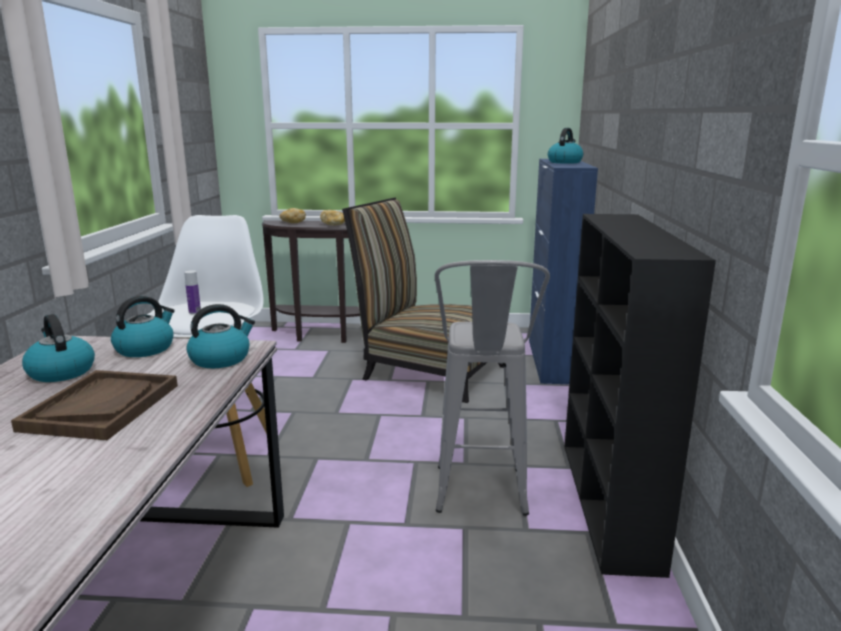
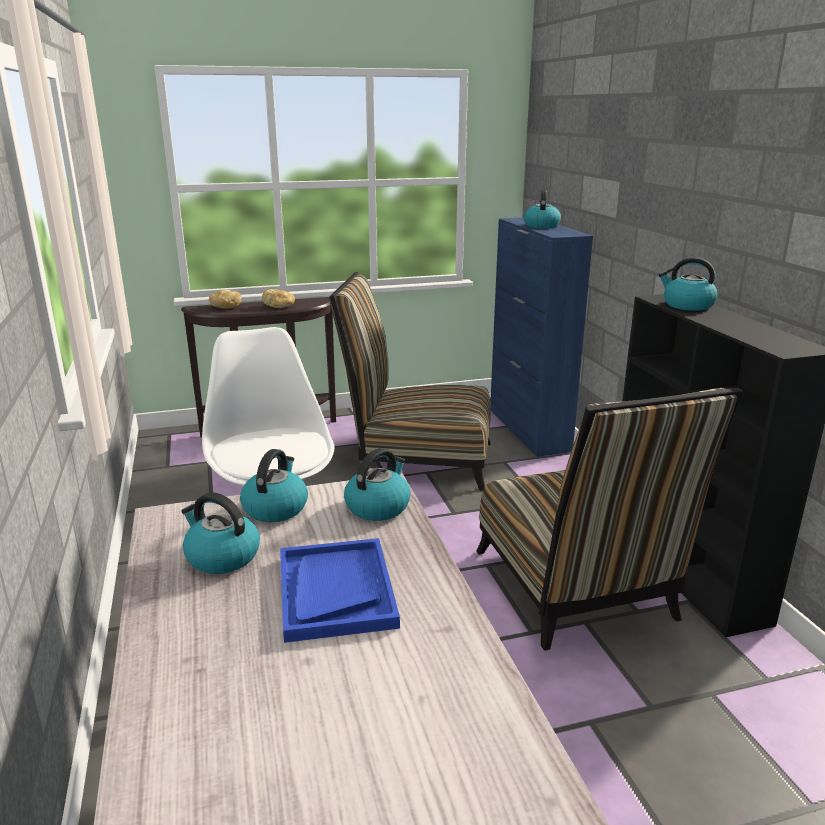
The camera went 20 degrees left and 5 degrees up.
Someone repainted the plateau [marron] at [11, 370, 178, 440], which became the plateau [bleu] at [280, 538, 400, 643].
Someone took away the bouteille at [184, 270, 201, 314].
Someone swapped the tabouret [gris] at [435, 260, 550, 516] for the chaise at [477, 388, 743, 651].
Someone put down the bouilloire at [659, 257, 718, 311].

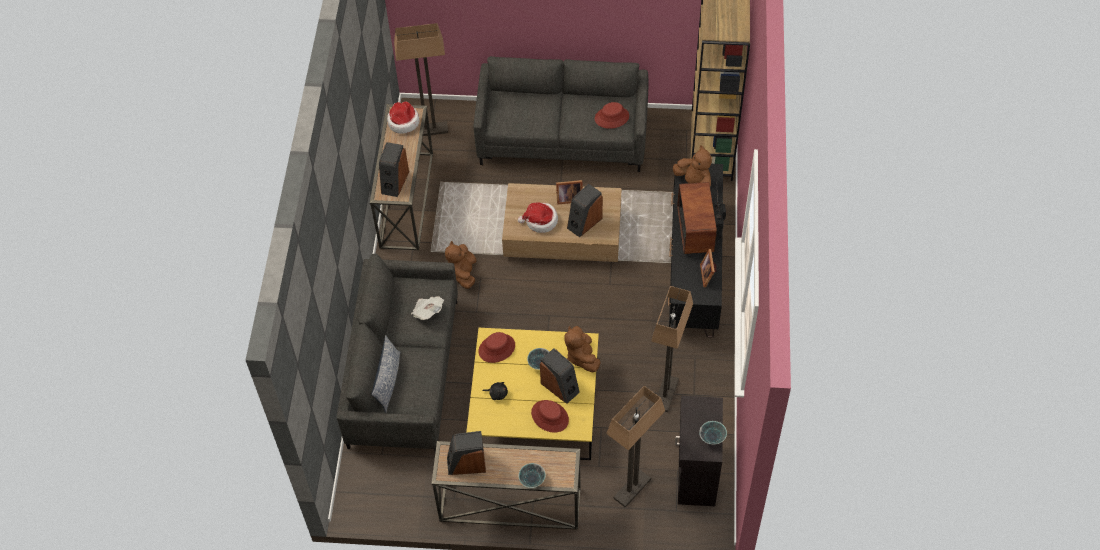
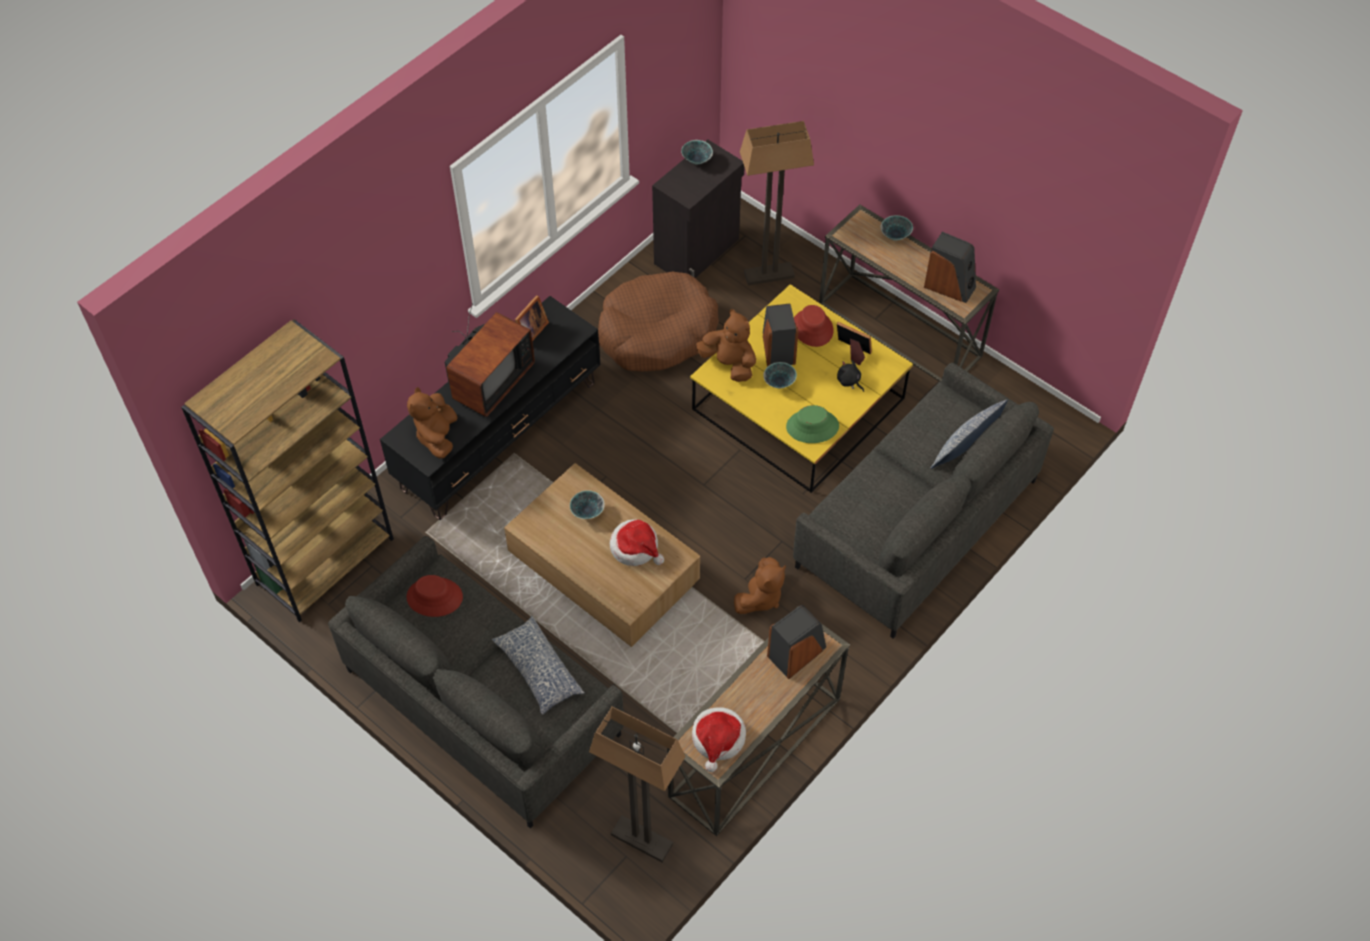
The camera went 145 degrees left and 0 degrees up.
Someone took away the journal at [411, 296, 444, 320].
Someone repainted the chapeau [rouge] at [478, 332, 515, 363], which became the chapeau [vert] at [786, 405, 839, 443].
Someone carried the cadre photo from [556, 180, 583, 205] to [837, 322, 872, 365].
Someone rotated the peluche [marron] at [565, 326, 601, 372] by 75 degrees counterclockwise.
Someone swapped the enceinte at [567, 183, 603, 238] for the bol at [570, 490, 605, 519].
Someone swapped the lampadaire at [651, 286, 693, 412] for the panier pour chien [marron] at [598, 272, 719, 372].
Someone put down the coussin at [492, 616, 585, 715].

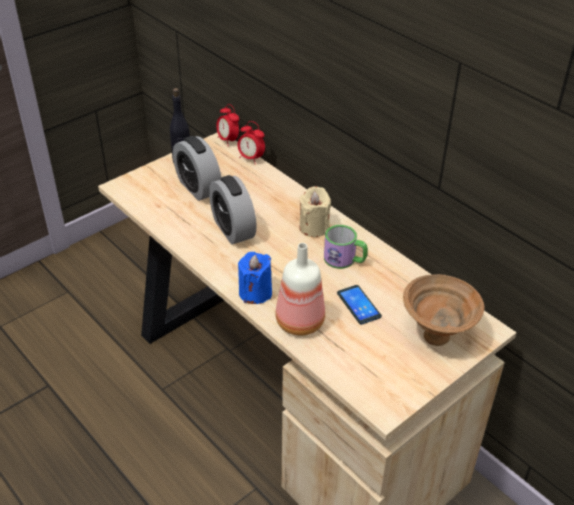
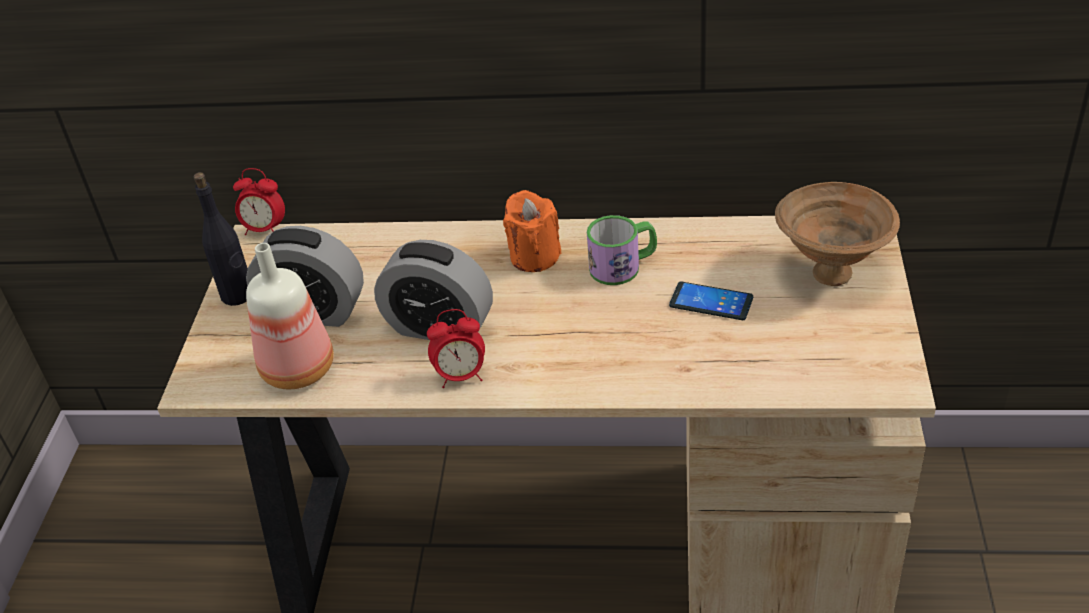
The camera went 40 degrees left and 0 degrees up.
Someone carried the réveil from [238, 121, 265, 164] to [427, 309, 485, 388].
Someone took away the bougie [bleu] at [238, 252, 272, 304].
Someone carried the bouteille from [276, 243, 325, 335] to [246, 243, 334, 389].
Someone repainted the bougie [beige] at [299, 186, 331, 237], which became the bougie [orange] at [503, 190, 561, 272].

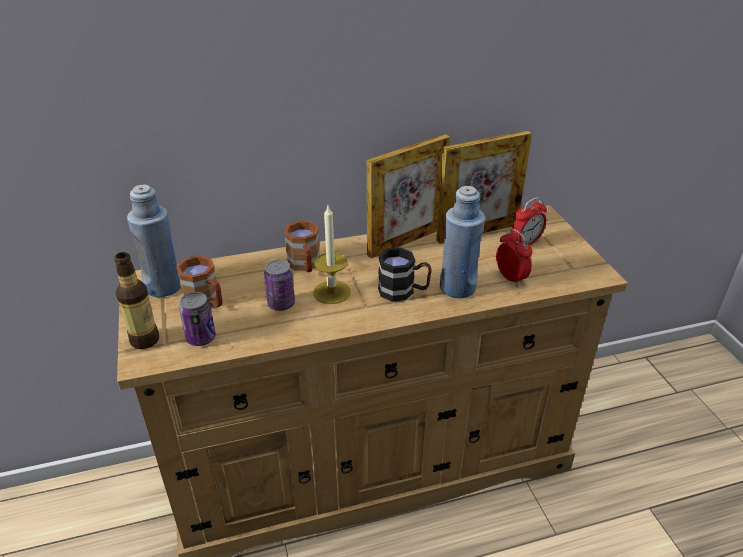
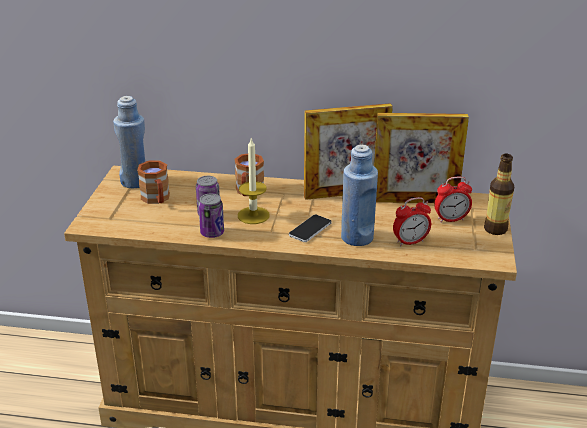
The camera went 25 degrees right and 5 degrees down.
Someone carried the bouteille from [114, 252, 159, 349] to [484, 154, 514, 235].
Someone carried the boîte métallique from [179, 292, 216, 346] to [198, 194, 224, 238].
Someone swapped the mug [noir] at [378, 247, 432, 302] for the téléphone at [289, 214, 332, 242].
Someone rotated the réveil at [496, 229, 532, 286] by 75 degrees clockwise.

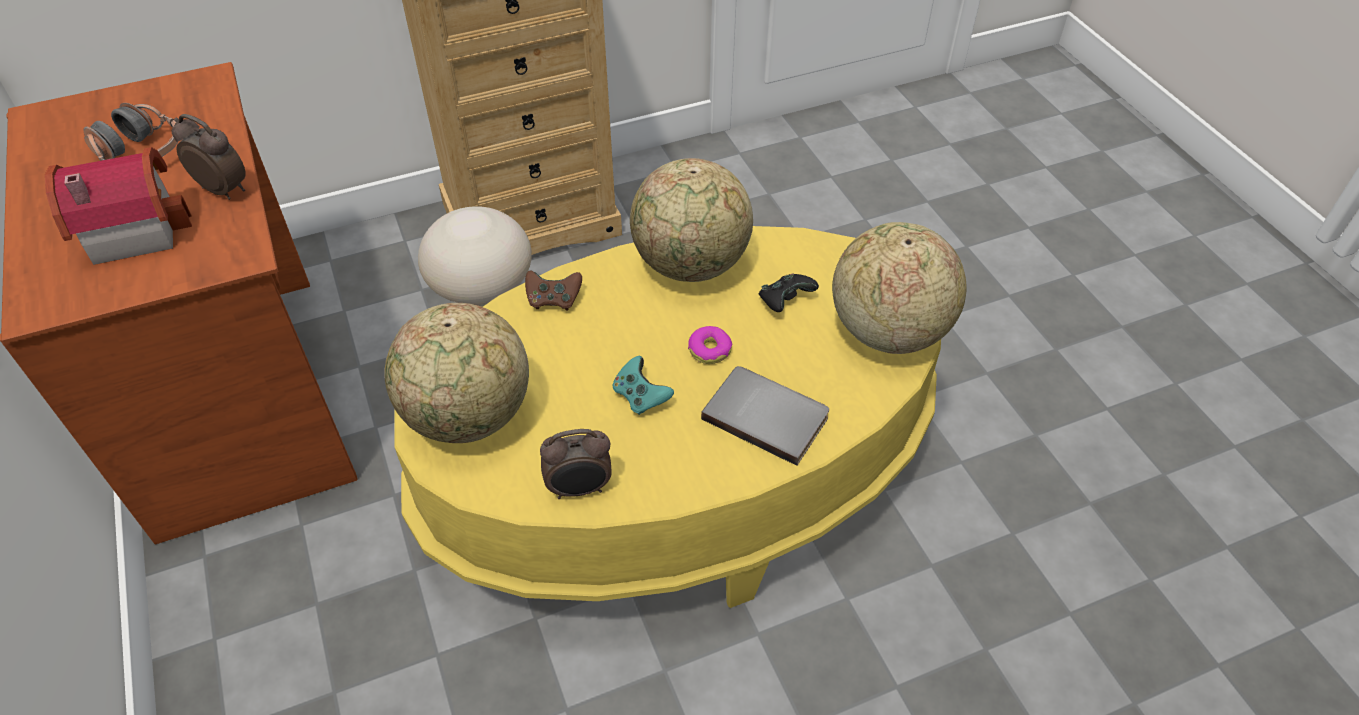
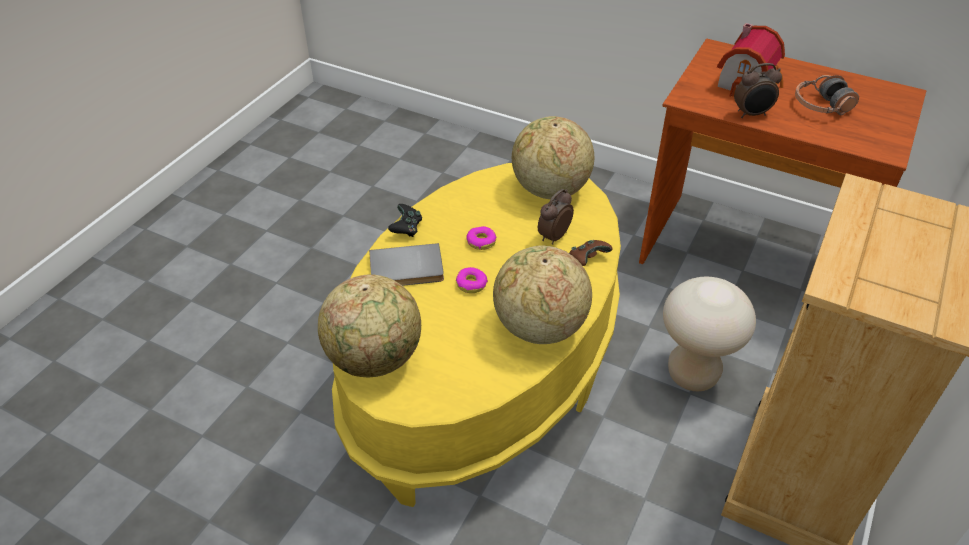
The camera went 140 degrees right and 5 degrees down.
Someone carried the réveil from [540, 429, 611, 499] to [538, 189, 574, 245].
Someone swapped the manette [turquoise] at [612, 356, 674, 415] for the beignet at [466, 226, 496, 250].
Someone carried the manette [noir] from [759, 273, 819, 312] to [388, 204, 422, 237].

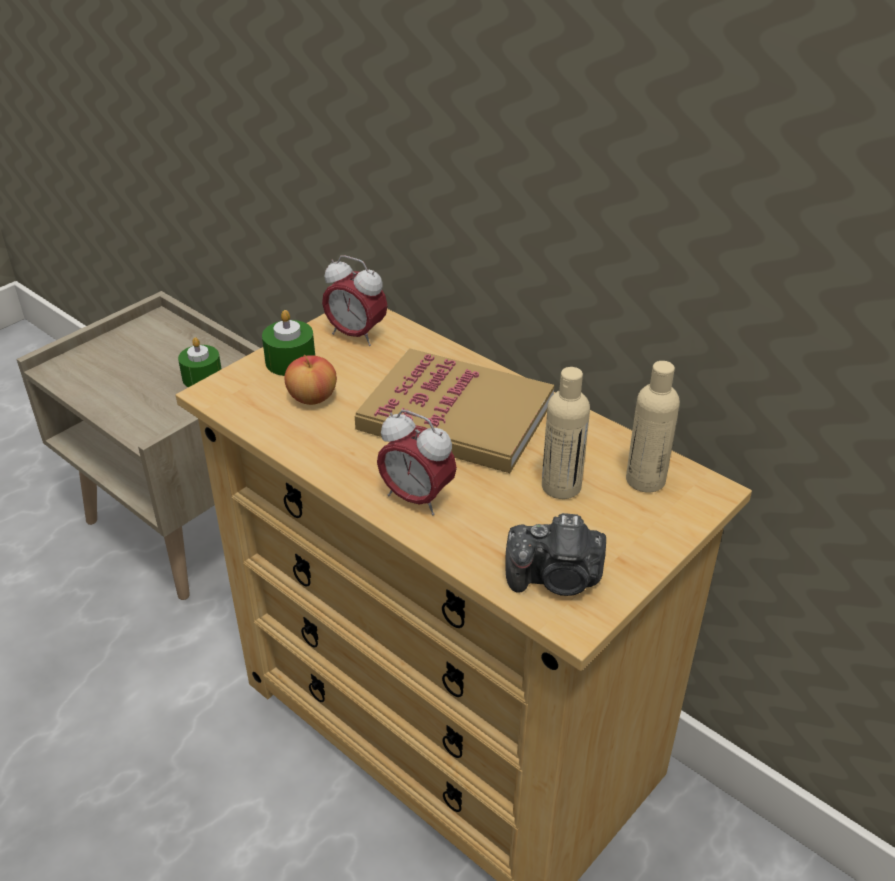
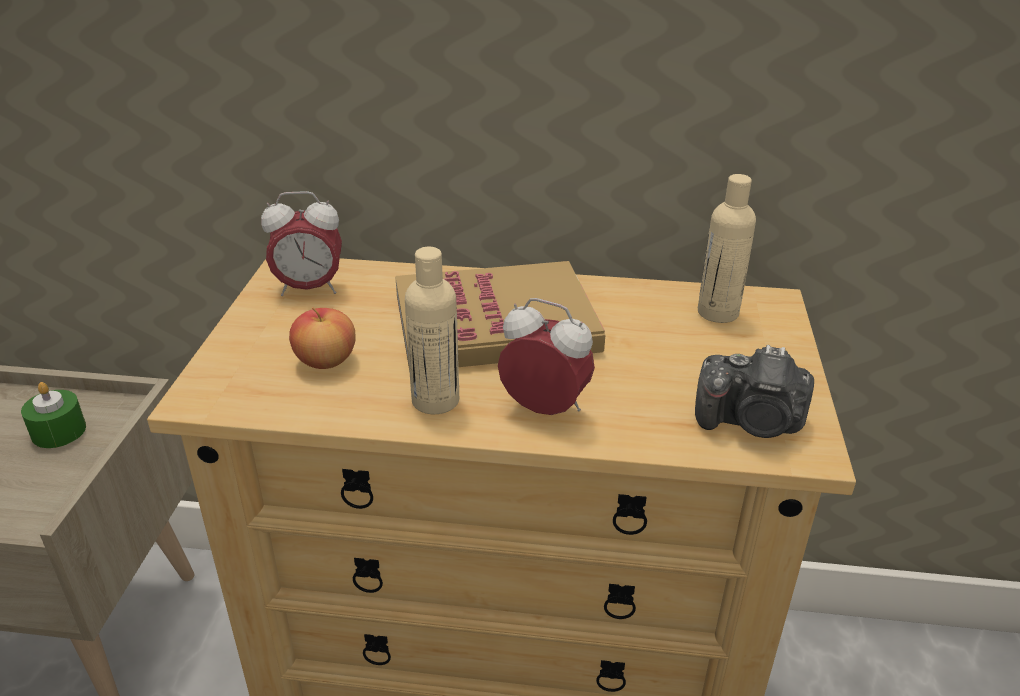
The camera went 35 degrees left and 5 degrees down.
Someone took away the bougie [vert] at [262, 310, 315, 376].
Someone rotated the réveil at [377, 410, 457, 515] by 150 degrees counterclockwise.
Someone rotated the appareil photo at [505, 513, 606, 596] by 45 degrees clockwise.
Someone carried the bouteille [beige] from [542, 367, 590, 499] to [405, 247, 459, 414].

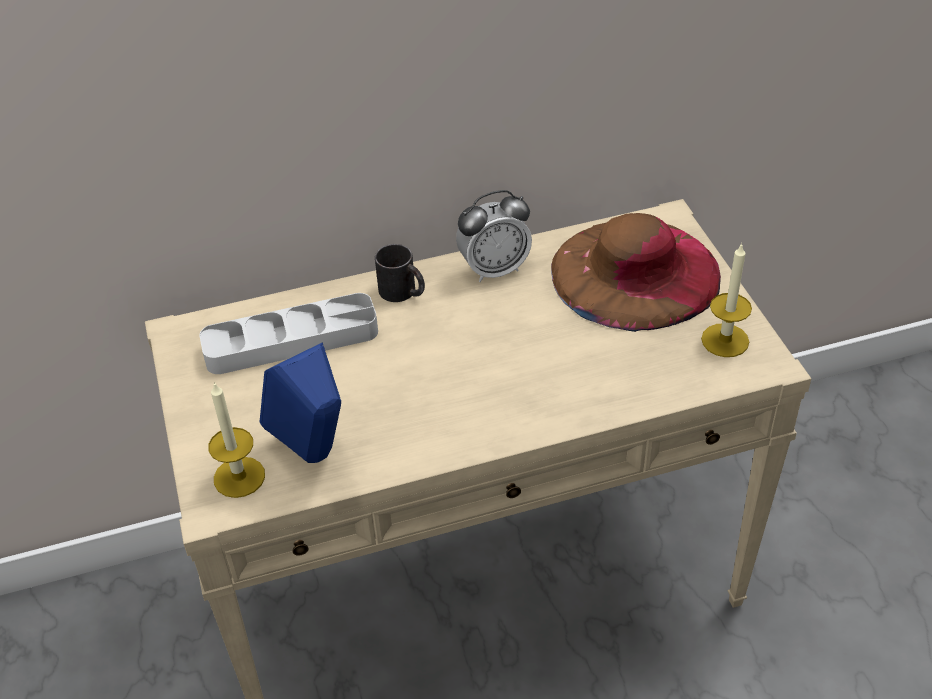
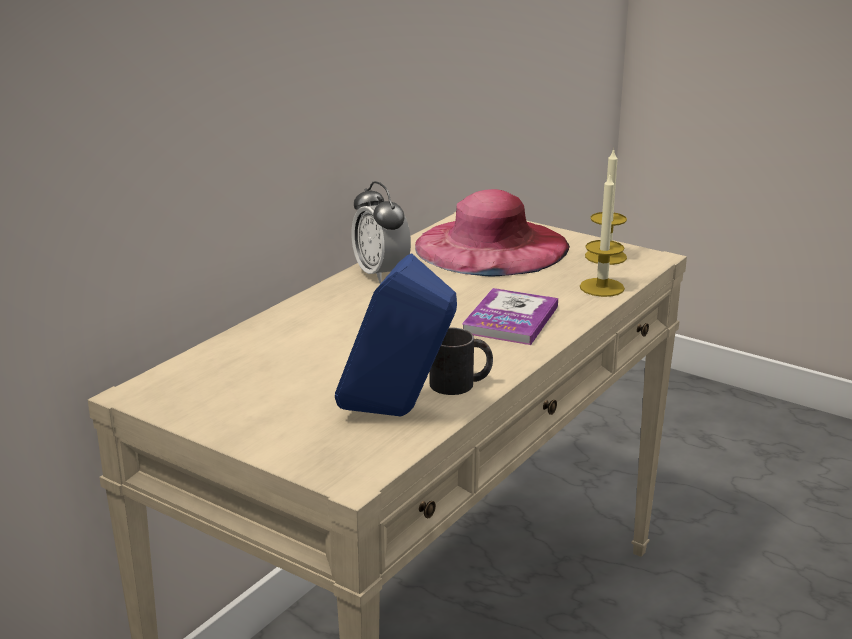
The camera went 40 degrees left and 20 degrees down.
Someone took away the plateau [gris] at [199, 293, 378, 374].
Someone carried the bougie from [208, 382, 265, 498] to [580, 175, 625, 297].
Someone carried the mug [noir] from [375, 244, 425, 302] to [430, 328, 493, 395].
Someone rotated the réveil at [456, 190, 532, 282] by 120 degrees clockwise.
Someone repainted the chapeau [marron] at [551, 213, 721, 332], which became the chapeau [rose] at [415, 189, 570, 277].
Someone put down the livre at [462, 288, 558, 345].

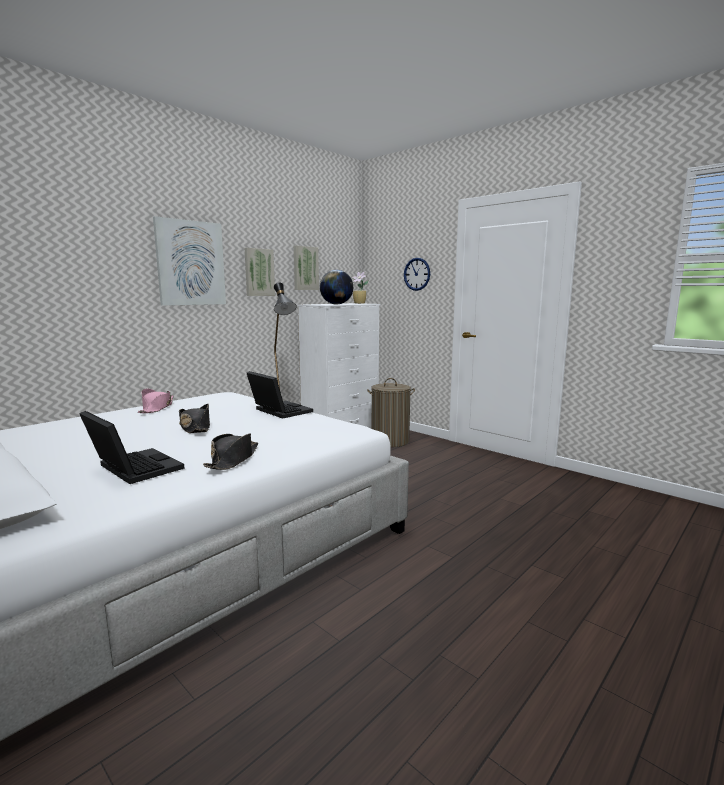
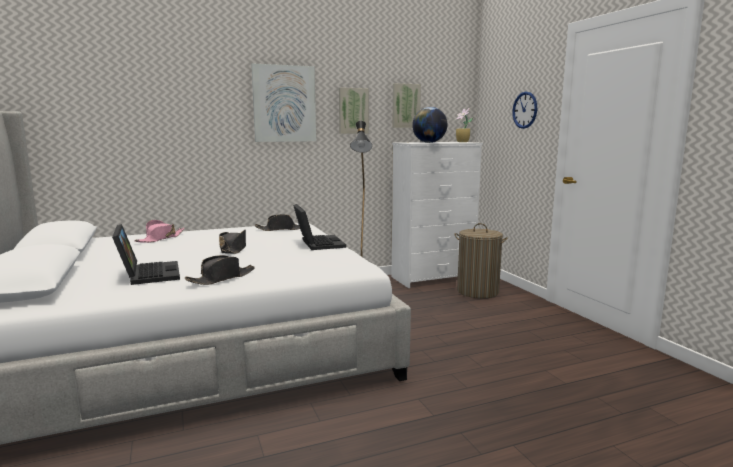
The camera went 25 degrees right and 0 degrees up.
Someone carried the chapeau [rose] from [138, 389, 174, 413] to [134, 220, 184, 243].
Someone put down the chapeau [noir] at [255, 214, 300, 231].

